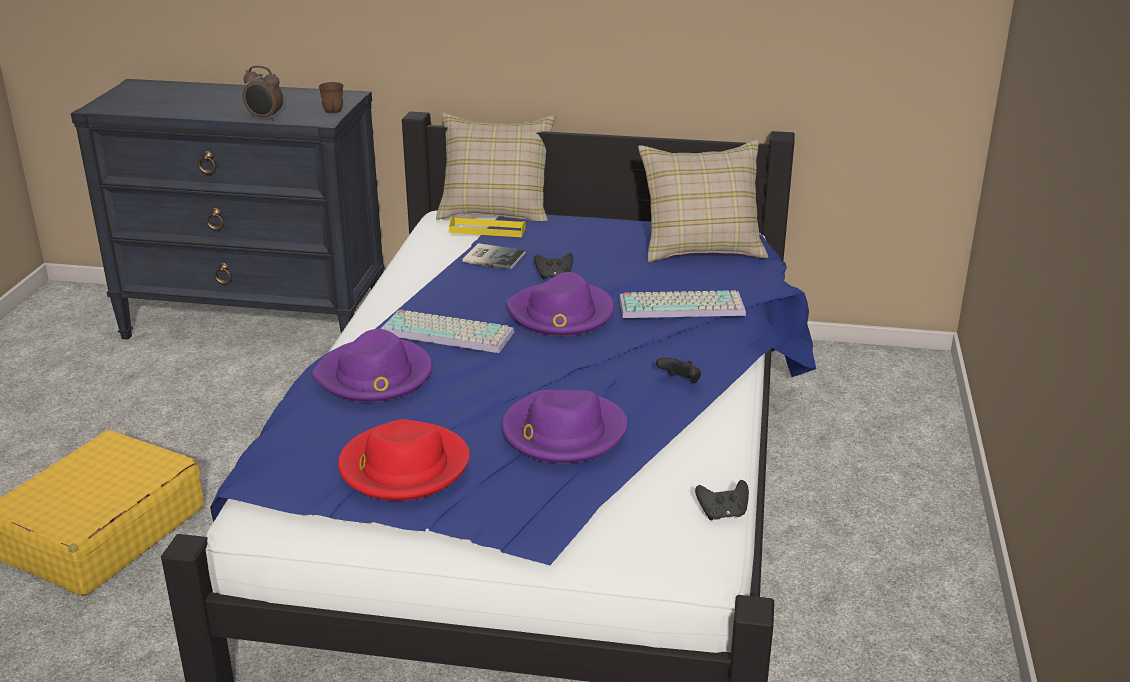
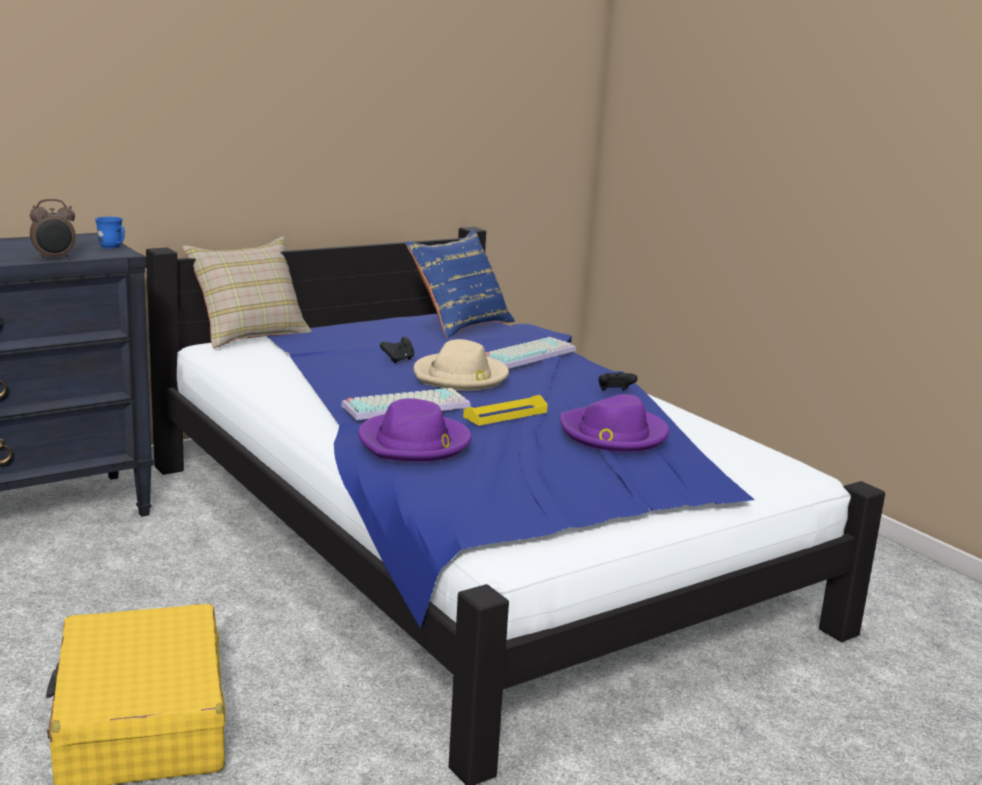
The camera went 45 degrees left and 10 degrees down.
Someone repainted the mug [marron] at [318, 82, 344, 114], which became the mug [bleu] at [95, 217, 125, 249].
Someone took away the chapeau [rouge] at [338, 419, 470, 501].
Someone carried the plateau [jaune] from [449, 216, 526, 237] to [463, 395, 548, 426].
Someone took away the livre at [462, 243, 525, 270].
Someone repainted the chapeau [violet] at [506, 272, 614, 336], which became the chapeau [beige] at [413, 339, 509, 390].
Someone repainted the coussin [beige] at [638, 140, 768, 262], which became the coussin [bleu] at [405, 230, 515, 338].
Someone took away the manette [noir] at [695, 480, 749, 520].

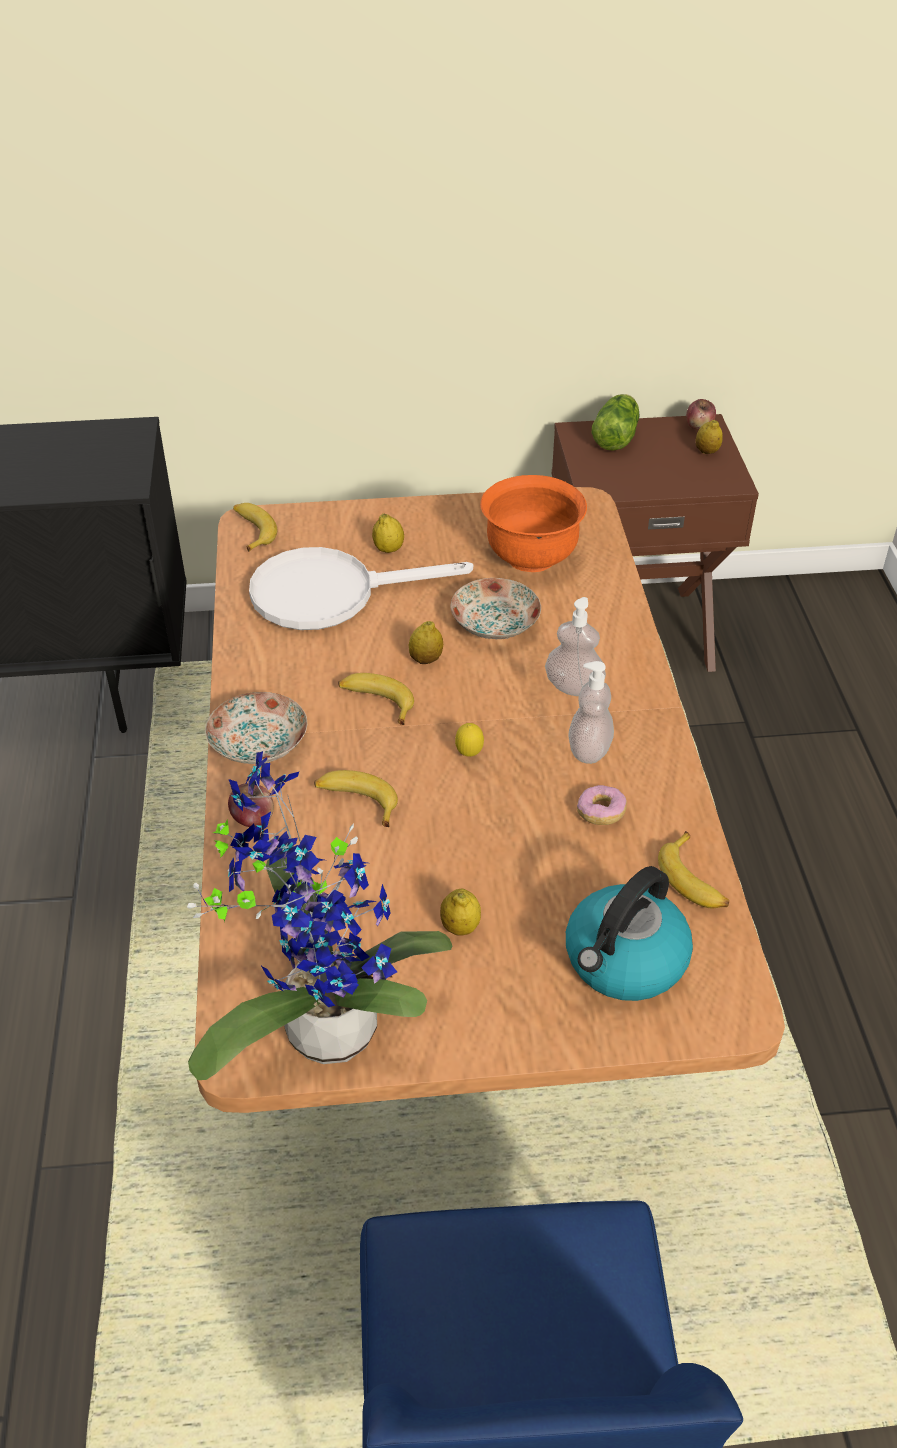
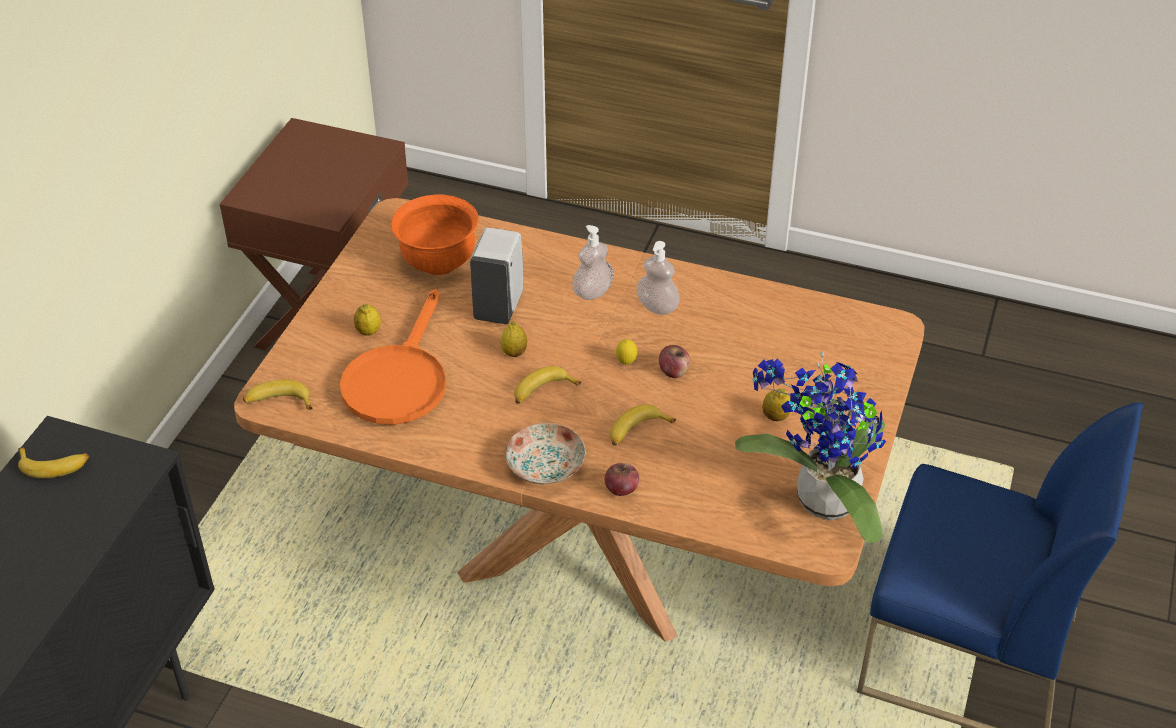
The camera went 65 degrees left and 0 degrees up.
Someone repainted the poêle [blanc] at [249, 547, 473, 630], which became the poêle [orange] at [340, 289, 446, 425].
Someone swapped the assiette at [450, 578, 541, 639] for the distributeur de savon [blanc] at [470, 228, 523, 324].
Someone took away the bouilloire at [566, 866, 693, 1001].
Someone took away the beignet at [577, 785, 627, 825].
Someone took away the laitue at [592, 394, 639, 451].
Someone carried the banane from [658, 831, 729, 908] to [18, 447, 89, 478].
Someone carried the pomme from [686, 399, 716, 430] to [659, 345, 690, 378].
Someone took away the citron at [696, 420, 723, 454].

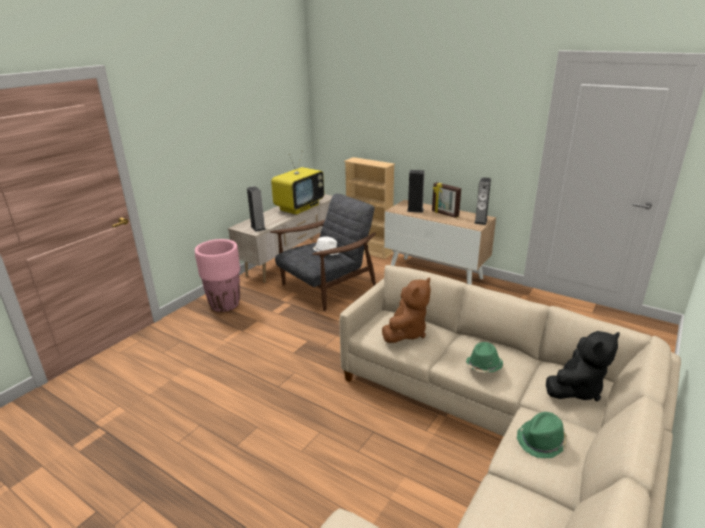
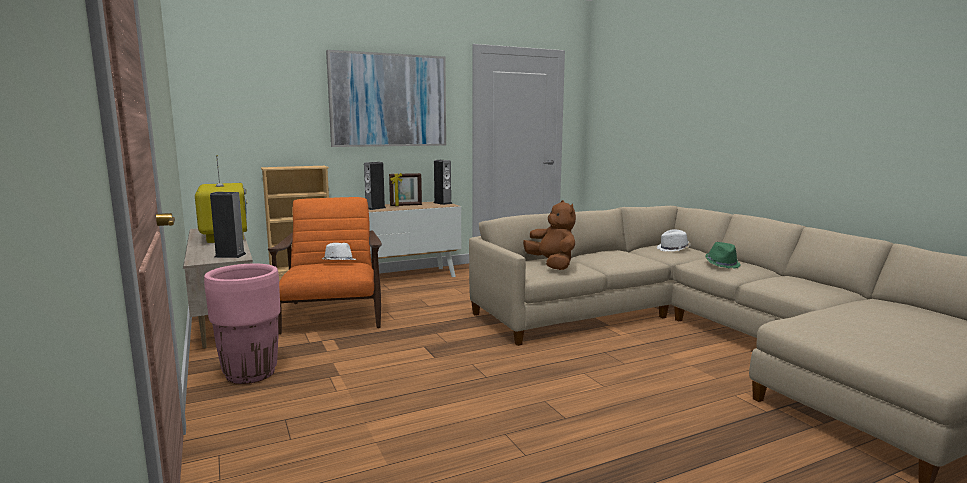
The camera went 60 degrees left and 15 degrees down.
Someone repainted the fauteuil [gris] at [270, 194, 376, 311], which became the fauteuil [orange] at [268, 197, 382, 334].
Someone took away the chapeau [vert] at [465, 342, 503, 373].
Someone swapped the peluche [noir] at [546, 331, 620, 401] for the chapeau [blanc] at [657, 229, 691, 252].
Someone put up the tableau at [326, 50, 446, 147].

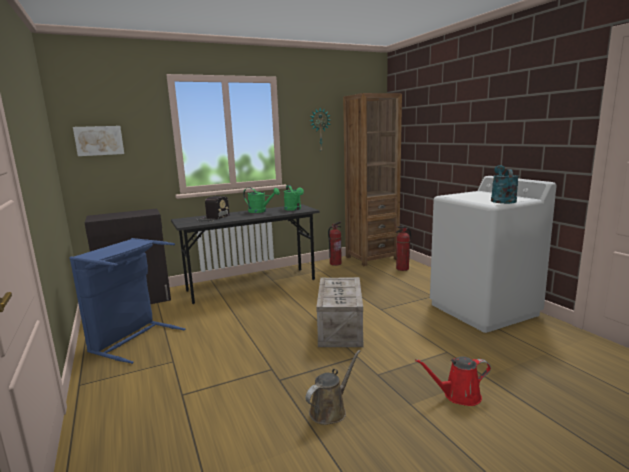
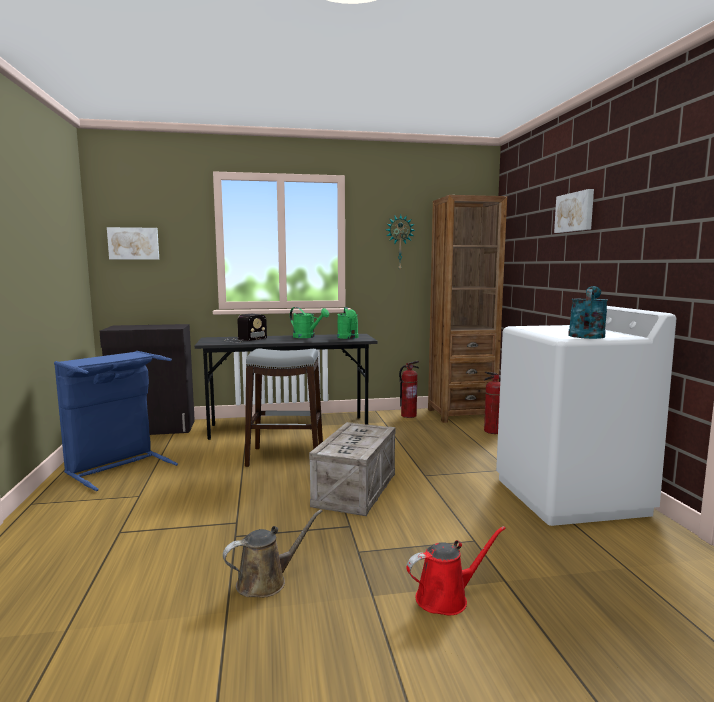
The camera went 15 degrees right and 5 degrees down.
Someone rotated the arrosoir [rouge] at [415, 356, 491, 406] by 150 degrees clockwise.
Someone put down the tabouret [gris] at [245, 348, 323, 467].
Someone put up the tableau at [554, 189, 594, 233].

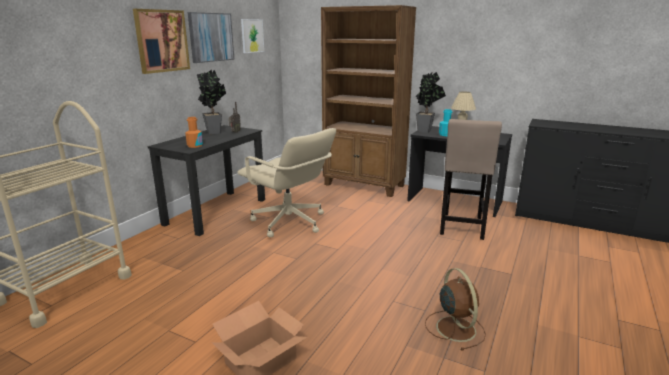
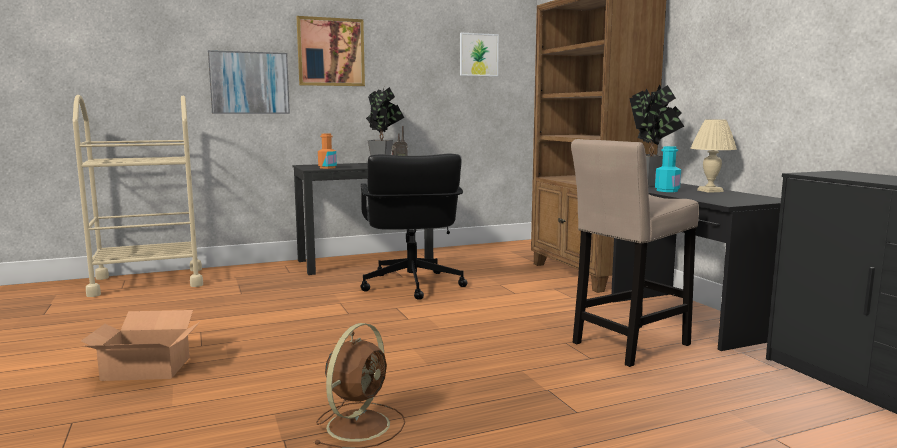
The camera went 40 degrees right and 10 degrees down.
Someone carried the tableau from [188, 12, 235, 63] to [208, 50, 290, 114].
Someone repainted the chaise de bureau [beige] at [237, 128, 336, 237], which became the chaise de bureau [noir] at [360, 154, 467, 300].

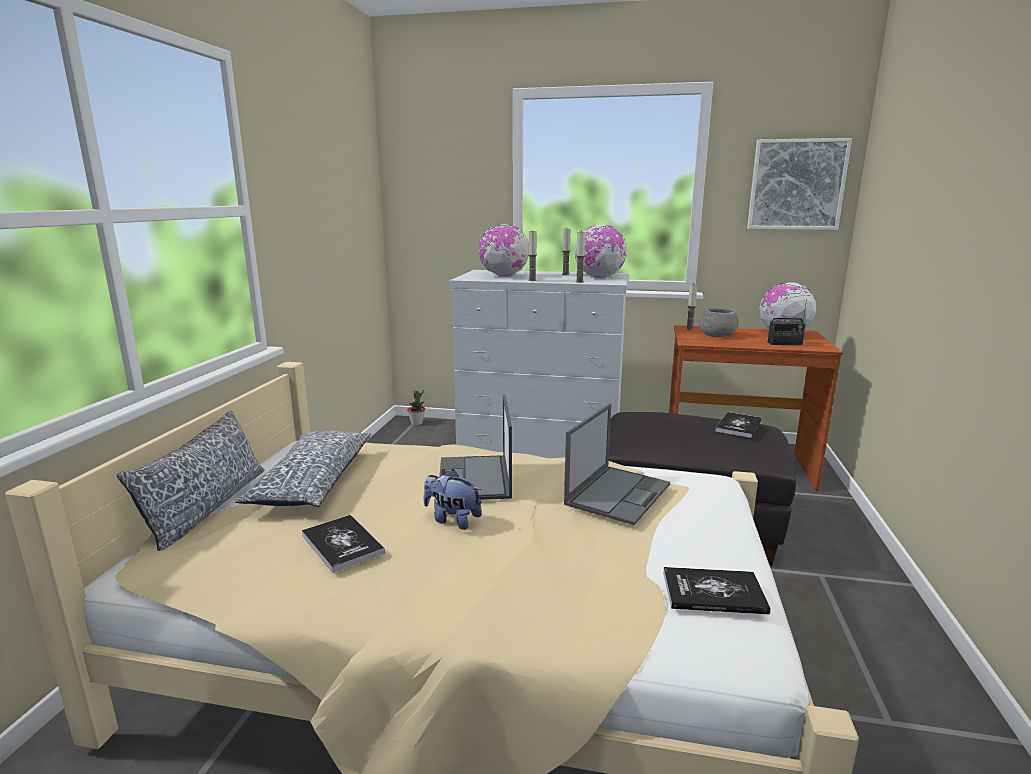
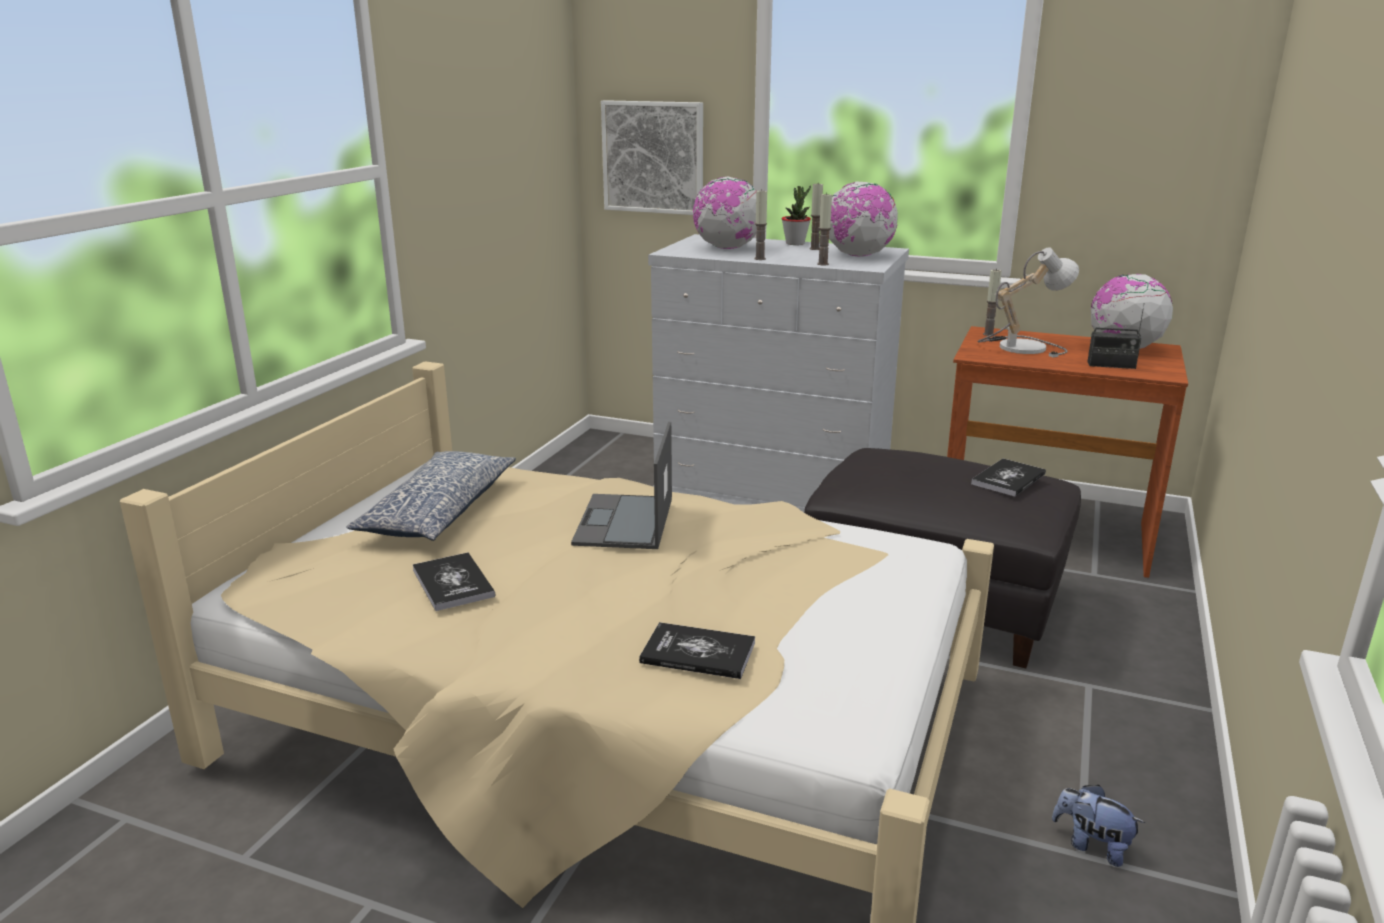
The camera went 10 degrees right and 5 degrees up.
Someone took away the coussin at [117, 411, 265, 551].
Someone carried the plante en pot from [407, 390, 425, 425] to [782, 185, 811, 245].
Someone carried the peluche from [423, 469, 482, 530] to [1052, 785, 1145, 867].
Someone took away the ordinateur portable at [564, 404, 670, 525].
Someone carried the livre from [663, 567, 771, 615] to [639, 622, 755, 679].
Someone swapped the bol [gris] at [699, 308, 738, 337] for the lampe de table at [977, 247, 1079, 358].
Someone carried the tableau from [747, 138, 852, 230] to [601, 100, 703, 215].

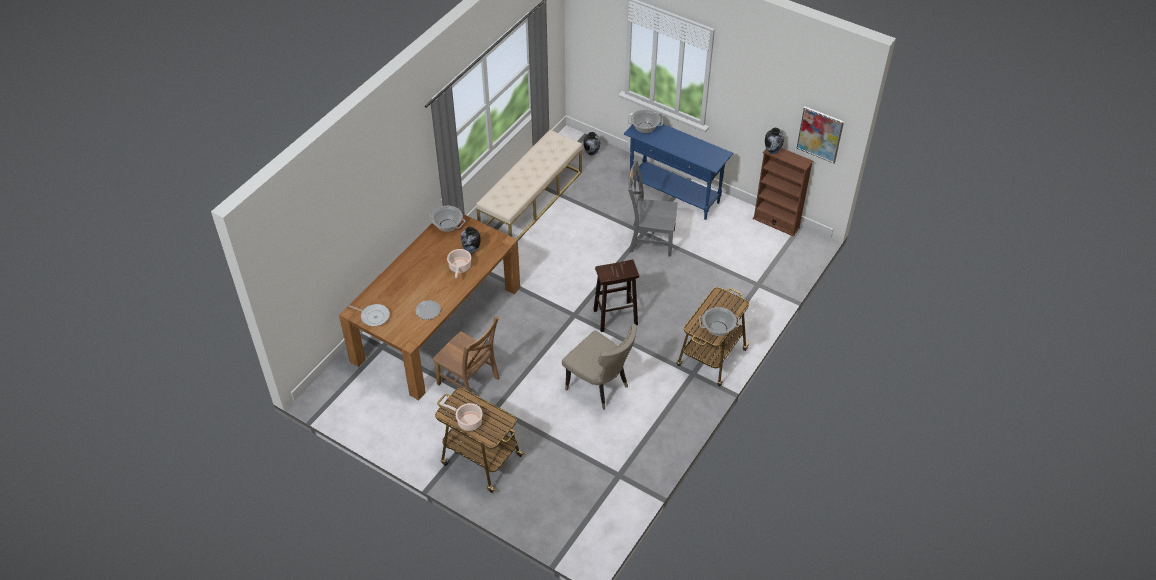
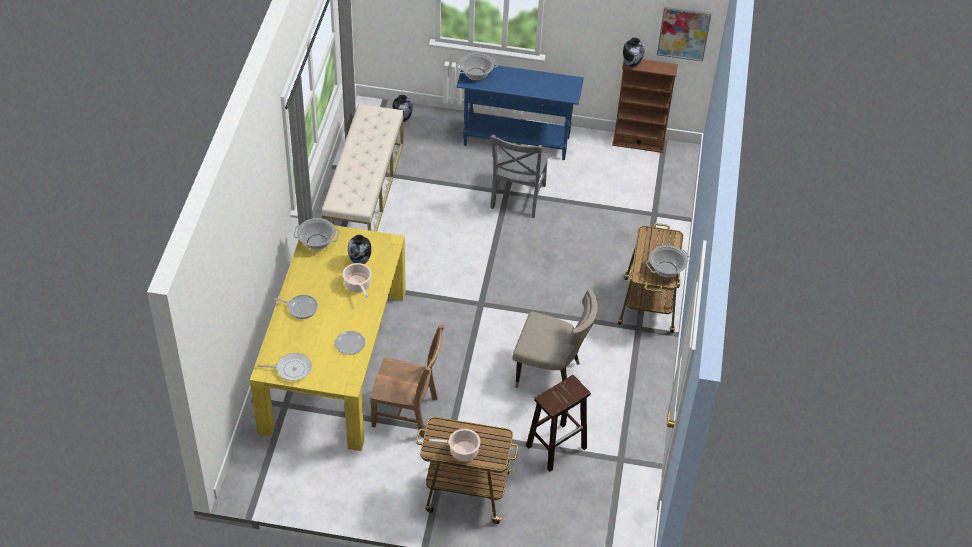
The camera went 25 degrees left and 0 degrees up.
Someone repainted the table à manger [marron] at [339, 213, 520, 400], which became the table à manger [jaune] at [250, 225, 406, 451].
Someone carried the tabouret [marron] from [593, 259, 639, 332] to [526, 375, 591, 472].
Someone rotated the chaise [gris] at [628, 159, 678, 257] by 60 degrees counterclockwise.
Someone put down the poêle at [274, 295, 318, 319].

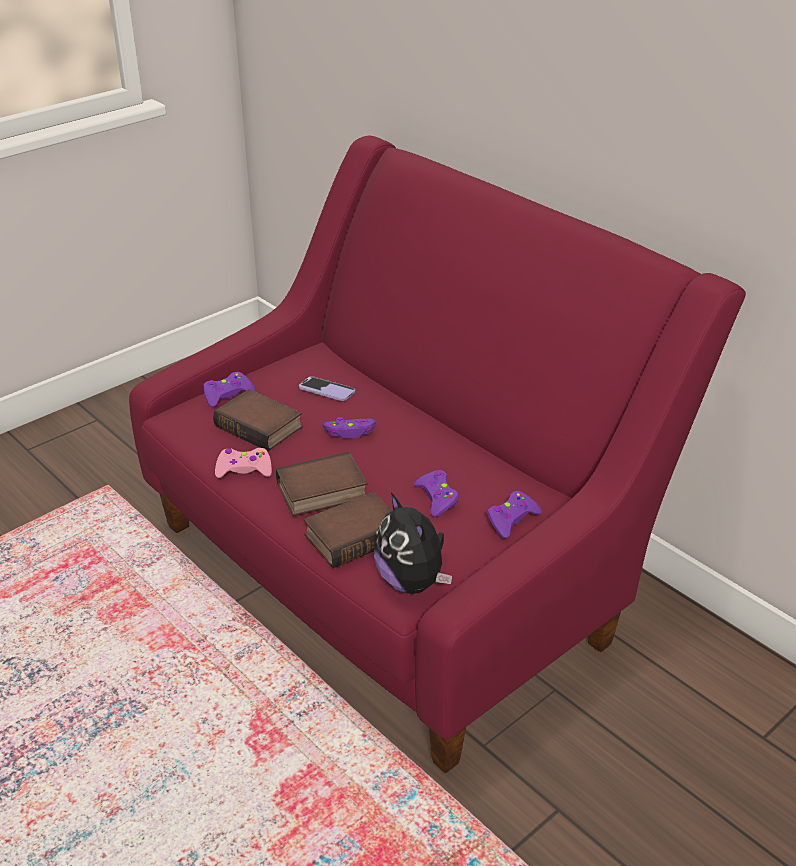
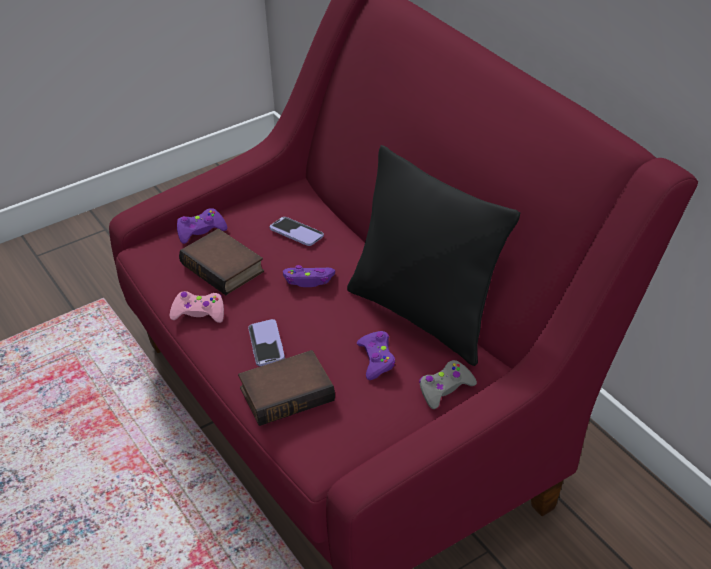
The camera went 10 degrees right and 5 degrees up.
Someone swapped the livre at [276, 452, 368, 517] for the téléphone at [248, 319, 285, 366].
Someone took away the peluche at [374, 492, 452, 594].
Someone repainted the manette [violet] at [487, 491, 542, 539], which became the manette [gris] at [419, 360, 477, 409].
Someone put down the coussin [noir] at [347, 145, 520, 366].

